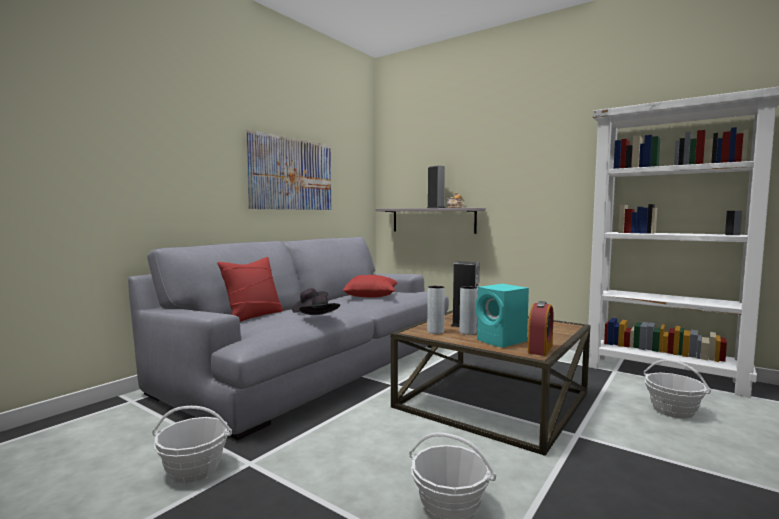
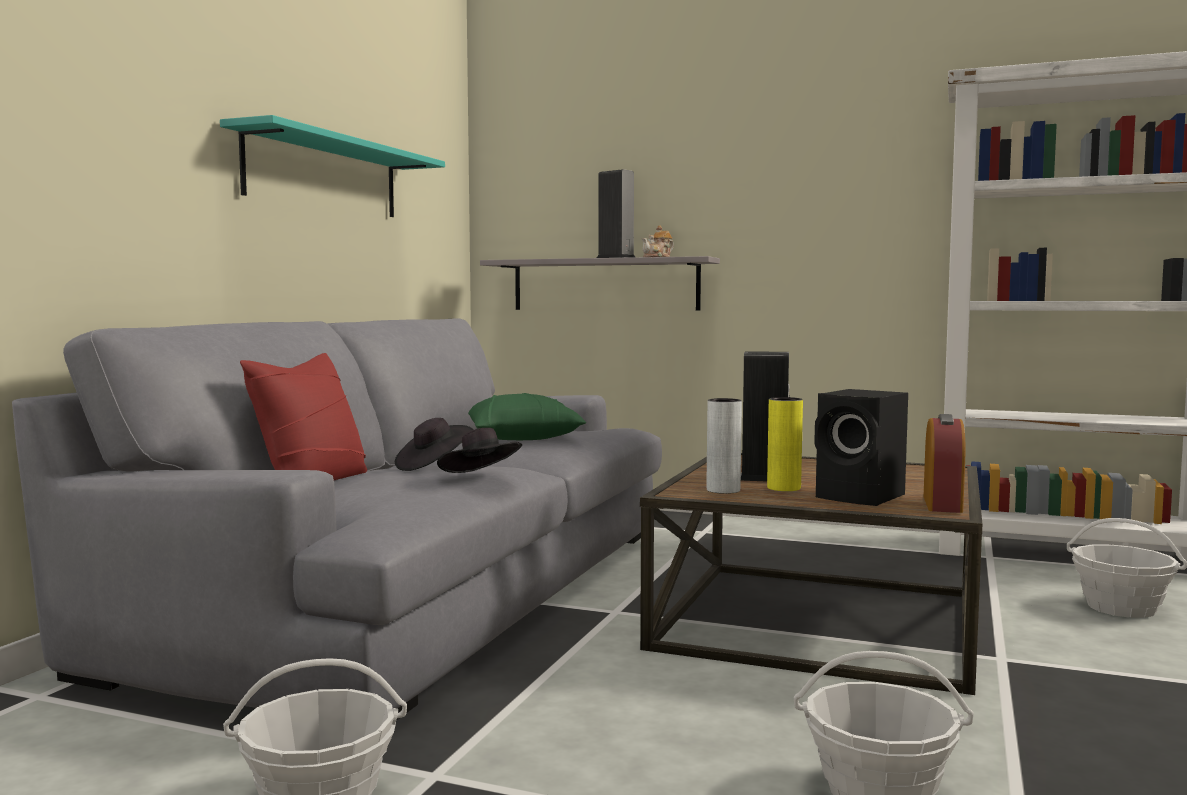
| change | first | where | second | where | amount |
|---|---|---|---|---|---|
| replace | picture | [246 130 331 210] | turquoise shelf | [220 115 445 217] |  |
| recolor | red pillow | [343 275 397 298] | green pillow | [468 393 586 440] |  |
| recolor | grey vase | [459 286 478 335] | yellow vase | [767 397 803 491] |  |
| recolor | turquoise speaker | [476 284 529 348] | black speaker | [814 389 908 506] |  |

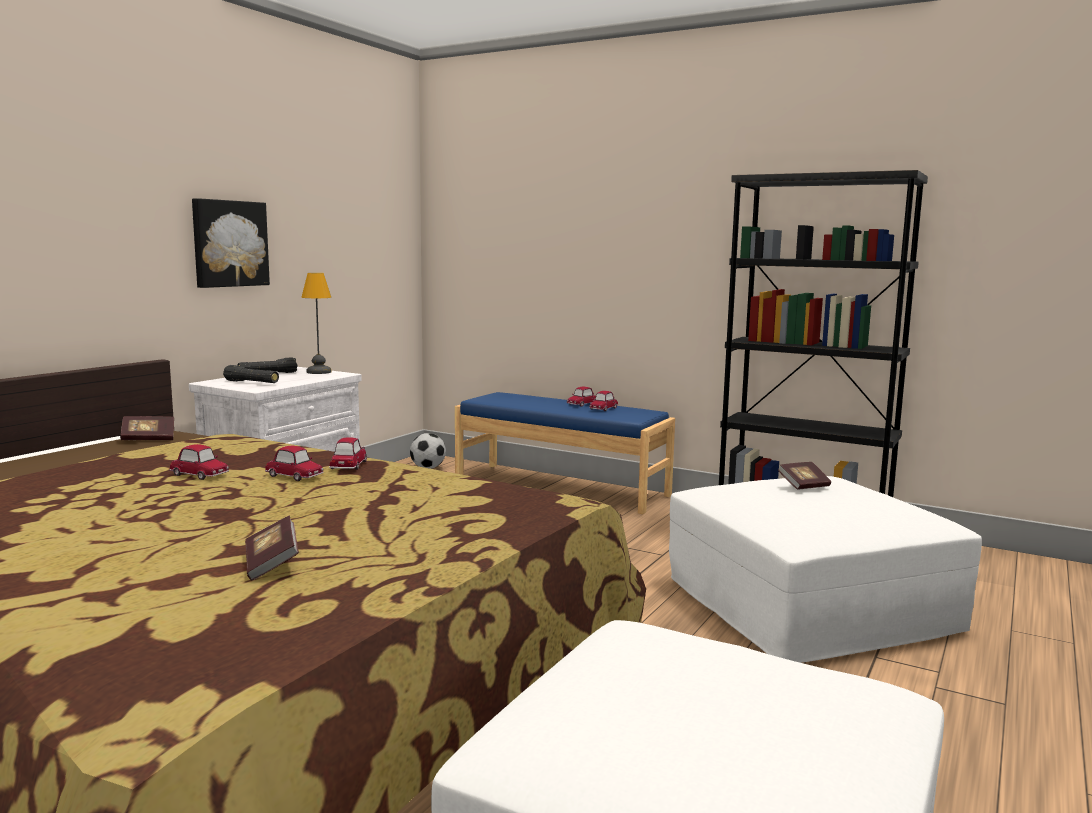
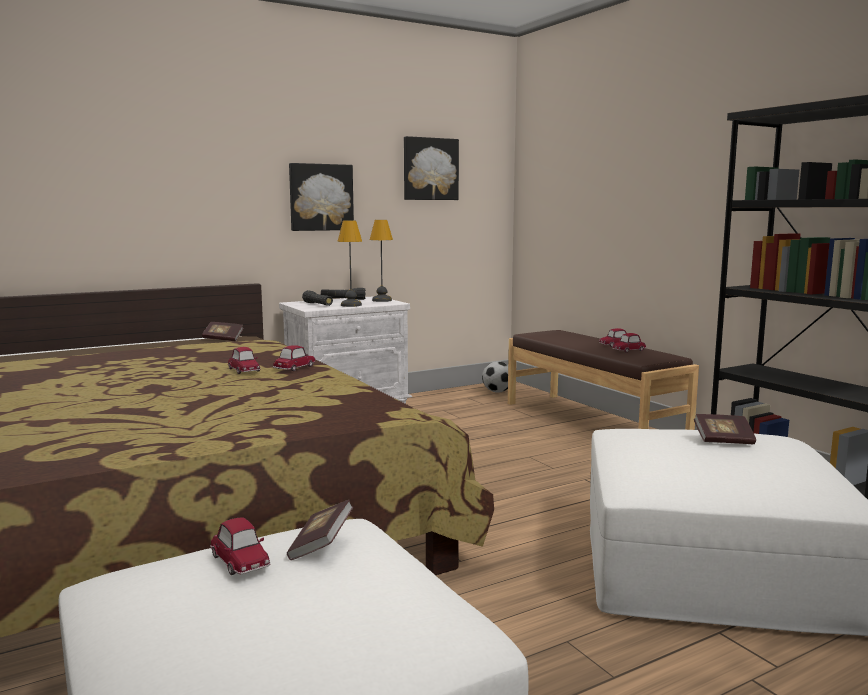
| change | first | where | second | where | amount |
|---|---|---|---|---|---|
| move | toy car | [169 444 229 480] |  | [210 517 270 575] |  |
| move | book | [245 515 299 580] |  | [287 500 353 560] |  |
| insert |  |  | table lamp | [337 220 362 307] |  |
| insert |  |  | picture | [404 136 459 200] |  |
| recolor | blue bench | [455 392 675 514] | brown bench | [508 330 699 430] |  |

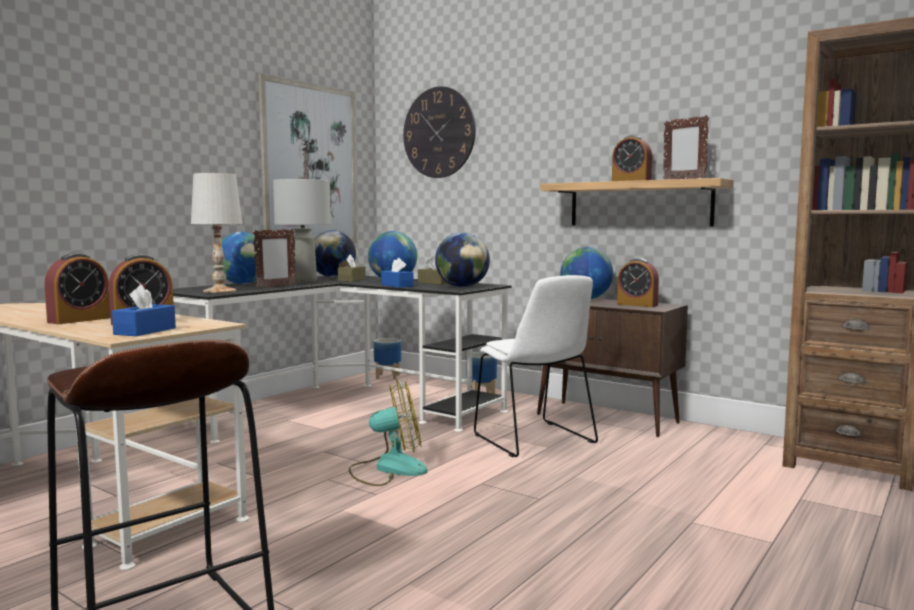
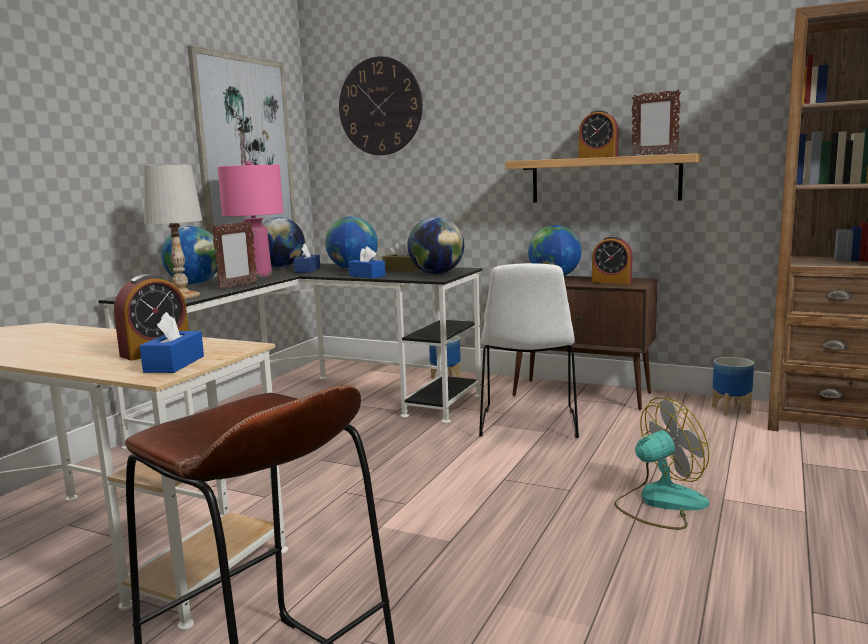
| change | first | where | second | where | amount |
|---|---|---|---|---|---|
| recolor | grey table lamp | [273 176 330 283] | pink table lamp | [217 161 283 278] |  |
| recolor | brown tissue box | [338 254 366 282] | blue tissue box | [294 243 320 273] |  |
| rotate | white chair | [474 275 598 457] |  | [479 263 579 438] | 45 degrees clockwise |
| move | fan | [349 379 427 486] |  | [614 397 709 530] |  |
| move | planter | [374 338 401 379] |  | [712 357 754 415] |  |
| delete | alarm clock | [44 253 111 324] |  |  |  |

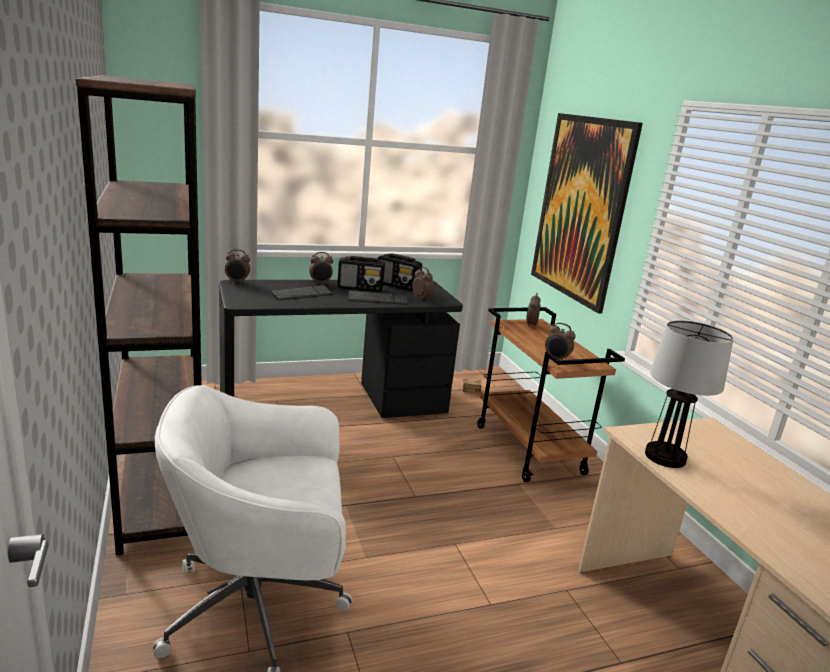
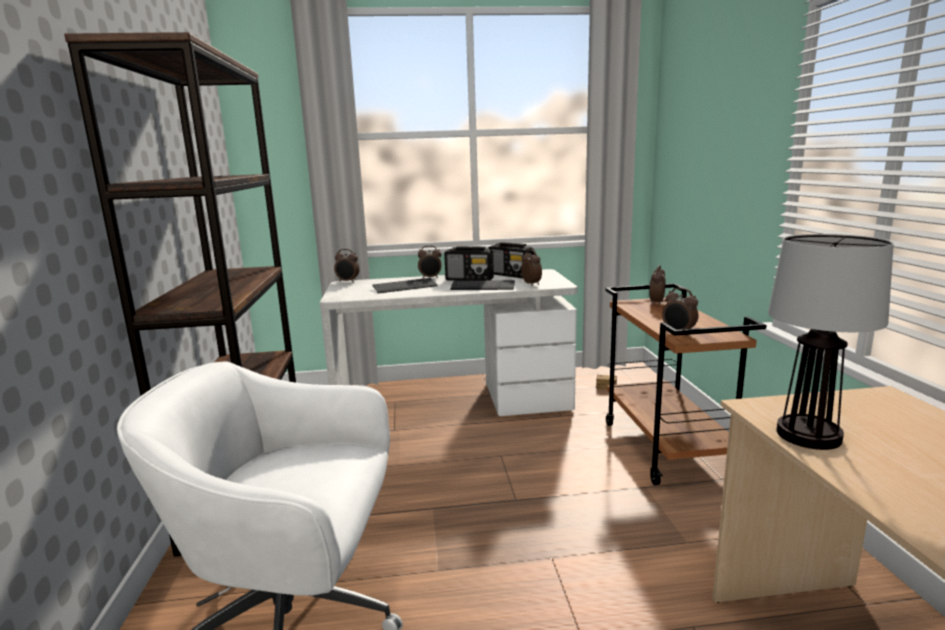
| change | first | where | second | where | amount |
|---|---|---|---|---|---|
| recolor | black desk | [219 280 463 418] | white desk | [320 269 577 416] |  |
| delete | picture | [531 113 643 314] |  |  |  |

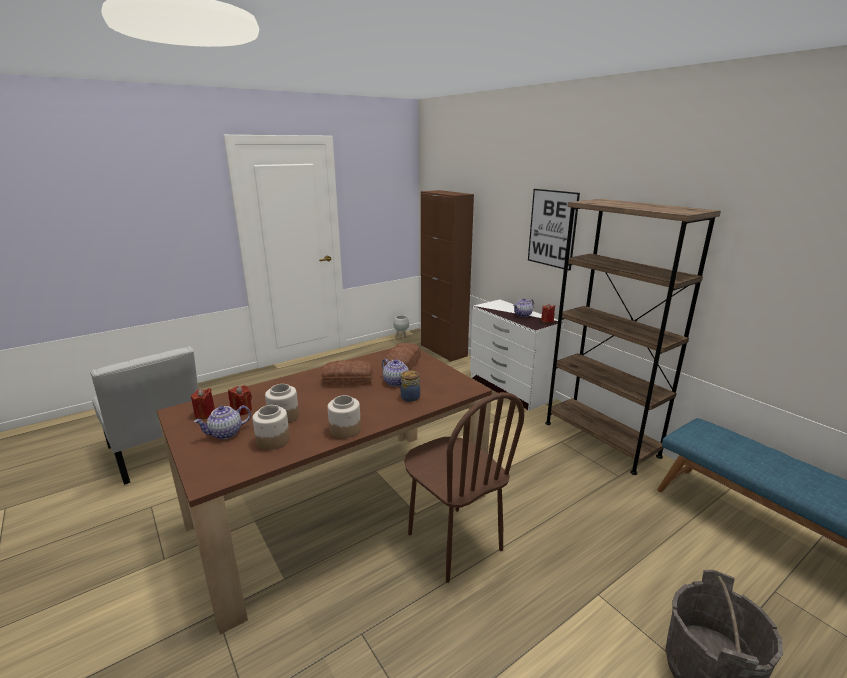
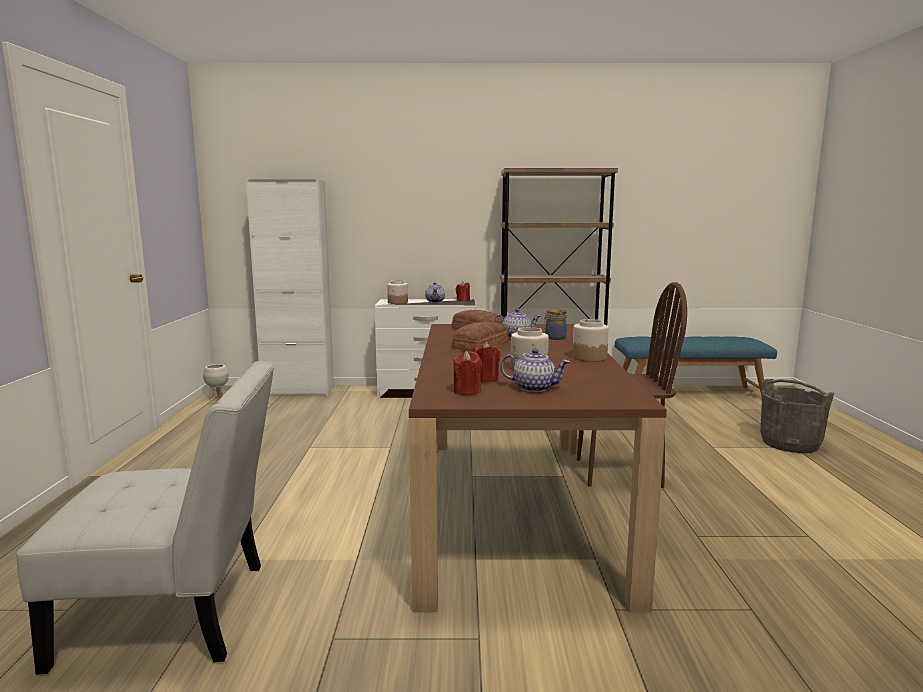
| change | first | where | second | where | amount |
|---|---|---|---|---|---|
| recolor | brown cabinet | [421 190 474 362] | white cabinet | [246 179 334 396] |  |
| move | jar | [252 405 290 450] |  | [387 280 408 304] |  |
| rotate | teapot | [194 405 251 439] |  | [500 348 570 392] | 75 degrees counterclockwise |
| delete | picture | [528 189 580 271] |  |  |  |

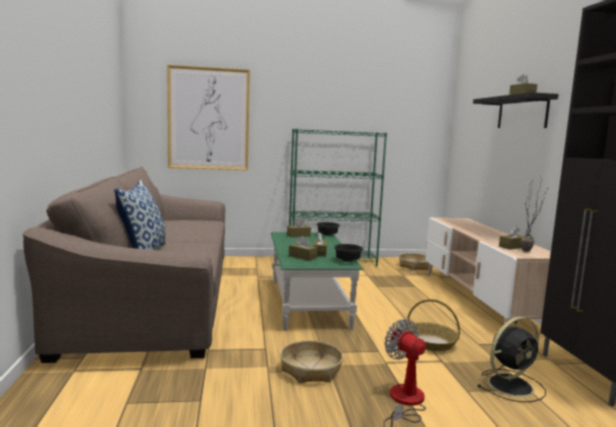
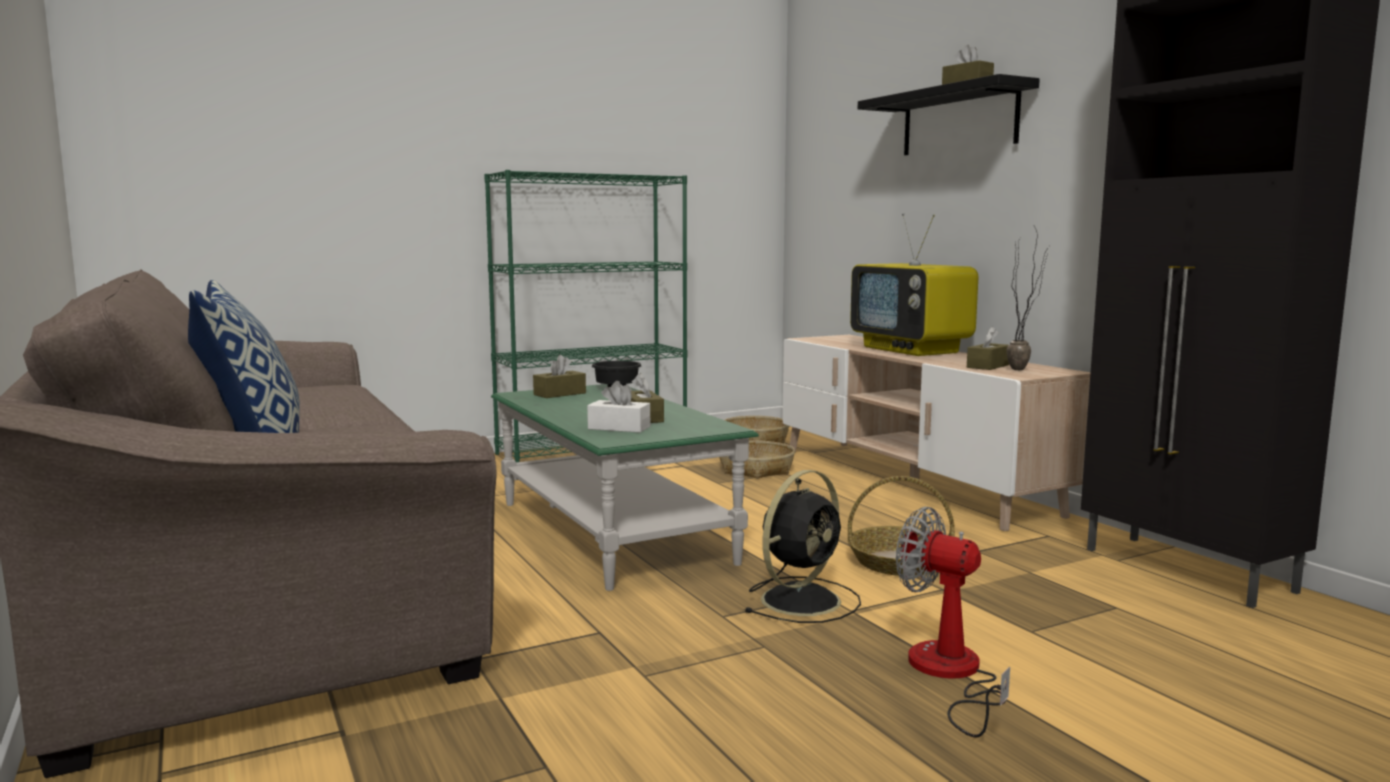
| change | first | where | second | where | amount |
|---|---|---|---|---|---|
| recolor | brown tissue box | [289 236 318 261] | white tissue box | [587 381 650 433] |  |
| move | basket | [280 341 343 383] |  | [720 440 795 479] |  |
| move | black fan | [477 317 546 402] |  | [744 470 861 623] |  |
| insert |  |  | television | [850 213 978 356] |  |
| delete | picture | [167 65 250 170] |  |  |  |
| delete | black bowl | [334 244 363 262] |  |  |  |

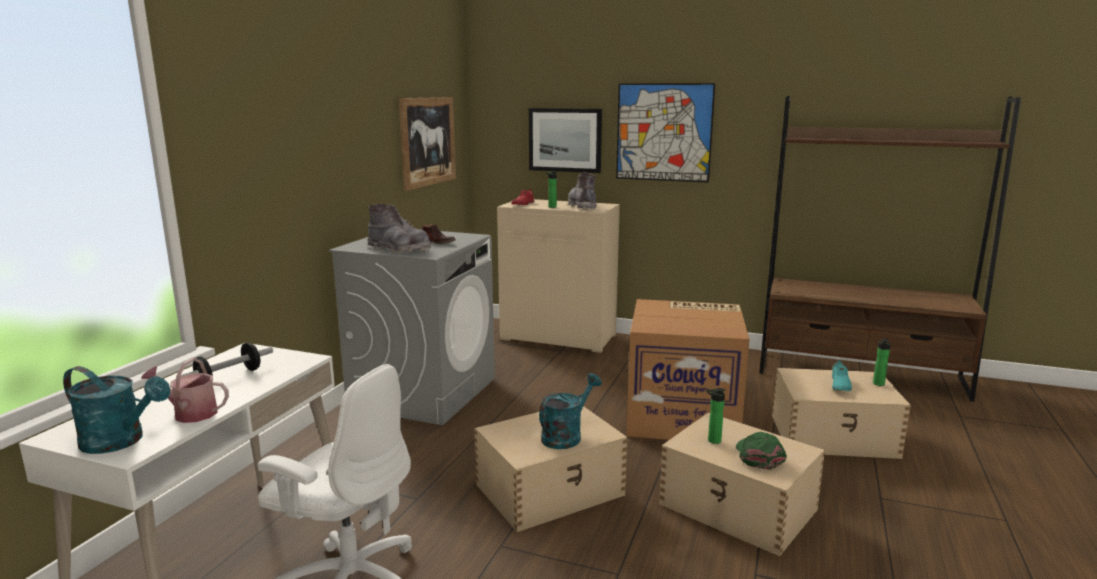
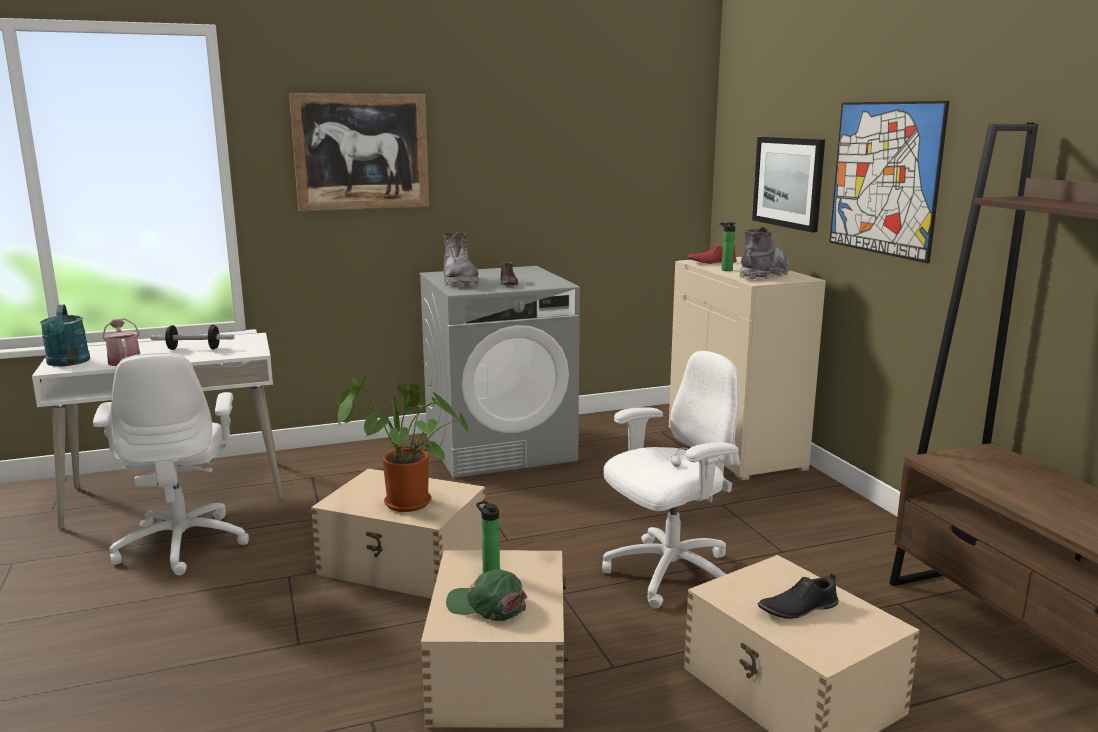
| change | first | where | second | where | amount |
|---|---|---|---|---|---|
| move | picture | [399 97 456 191] |  | [289 93 429 211] |  |
| replace | turquoise watering can | [539 373 602 449] | potted plant | [337 376 470 512] |  |
| rotate | green cap | [736 432 787 470] |  | [446 569 527 621] | 120 degrees counterclockwise |
| replace | cardboard box | [627 299 749 440] | white office chair | [602 351 740 609] |  |
| recolor | turquoise shoe | [832 360 852 391] | black shoe | [758 573 839 619] |  |
| delete | bottle | [873 338 891 386] |  |  |  |

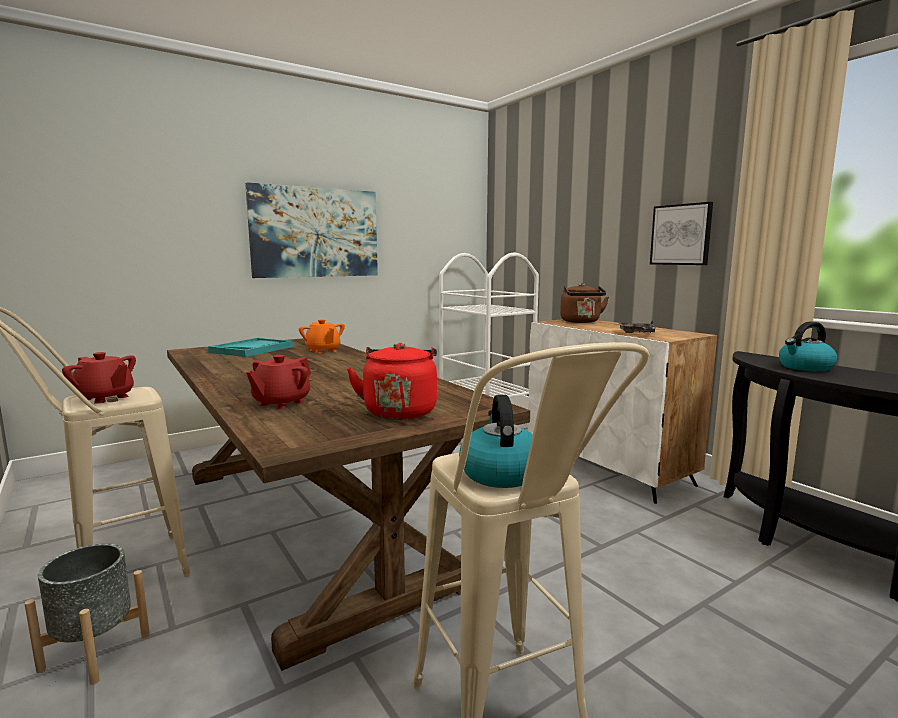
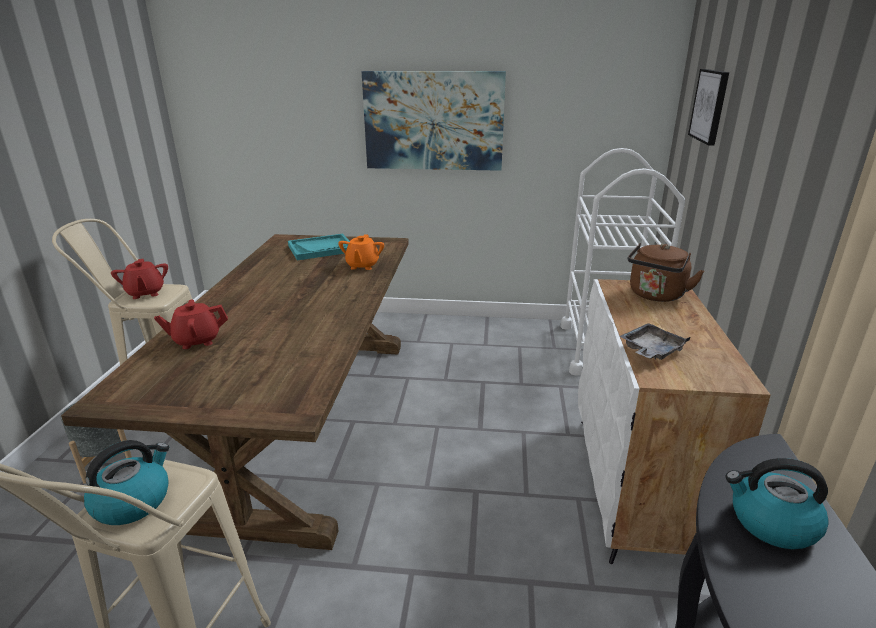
| change | first | where | second | where | amount |
|---|---|---|---|---|---|
| move | picture | [650 202 713 265] |  | [688 69 729 146] |  |
| delete | red kettle | [347 343 437 420] |  |  |  |

